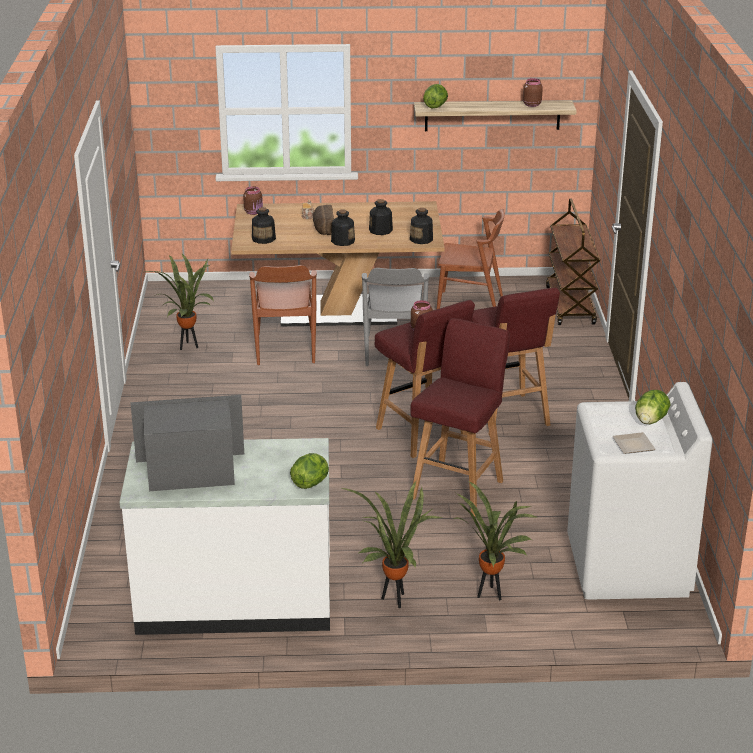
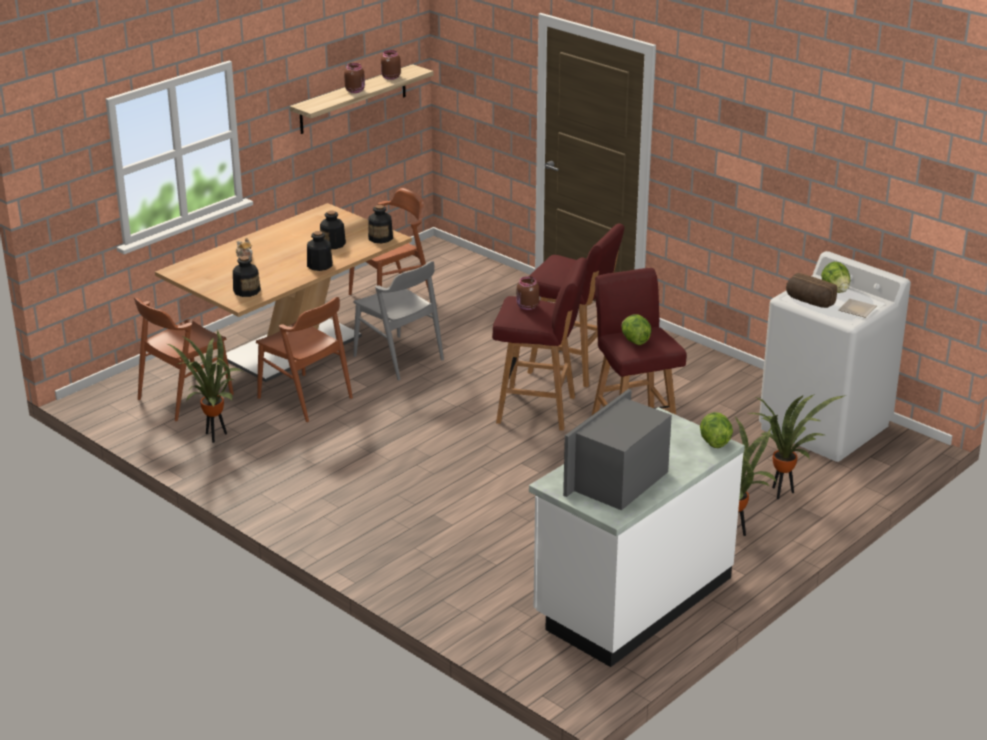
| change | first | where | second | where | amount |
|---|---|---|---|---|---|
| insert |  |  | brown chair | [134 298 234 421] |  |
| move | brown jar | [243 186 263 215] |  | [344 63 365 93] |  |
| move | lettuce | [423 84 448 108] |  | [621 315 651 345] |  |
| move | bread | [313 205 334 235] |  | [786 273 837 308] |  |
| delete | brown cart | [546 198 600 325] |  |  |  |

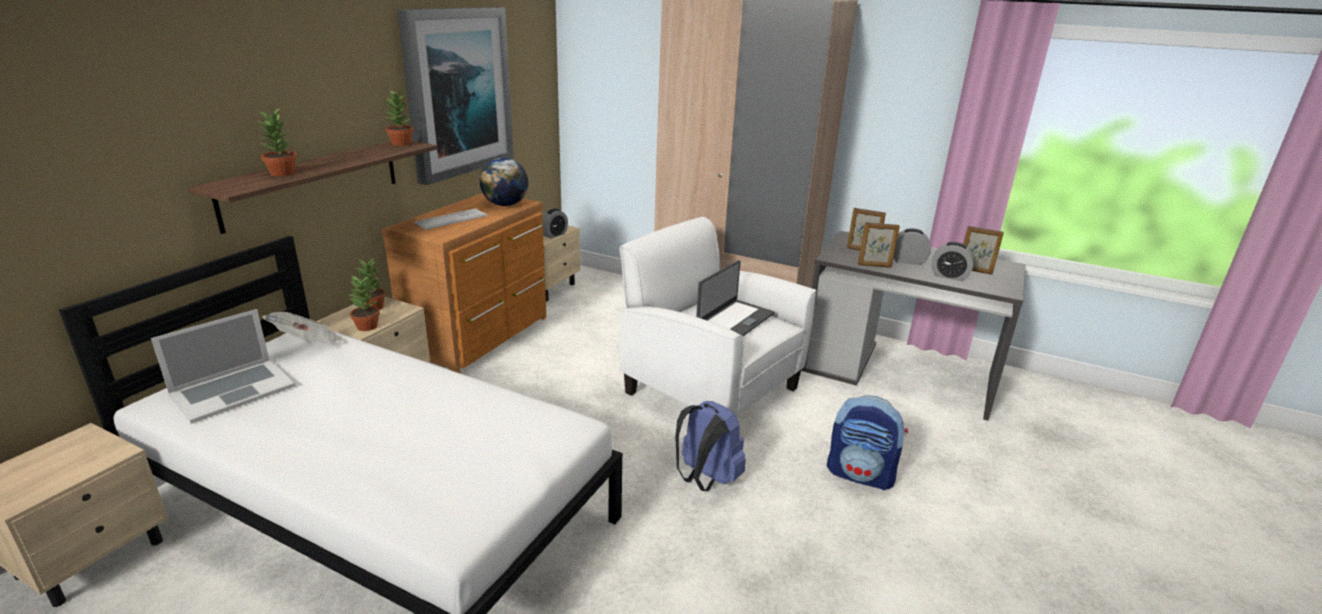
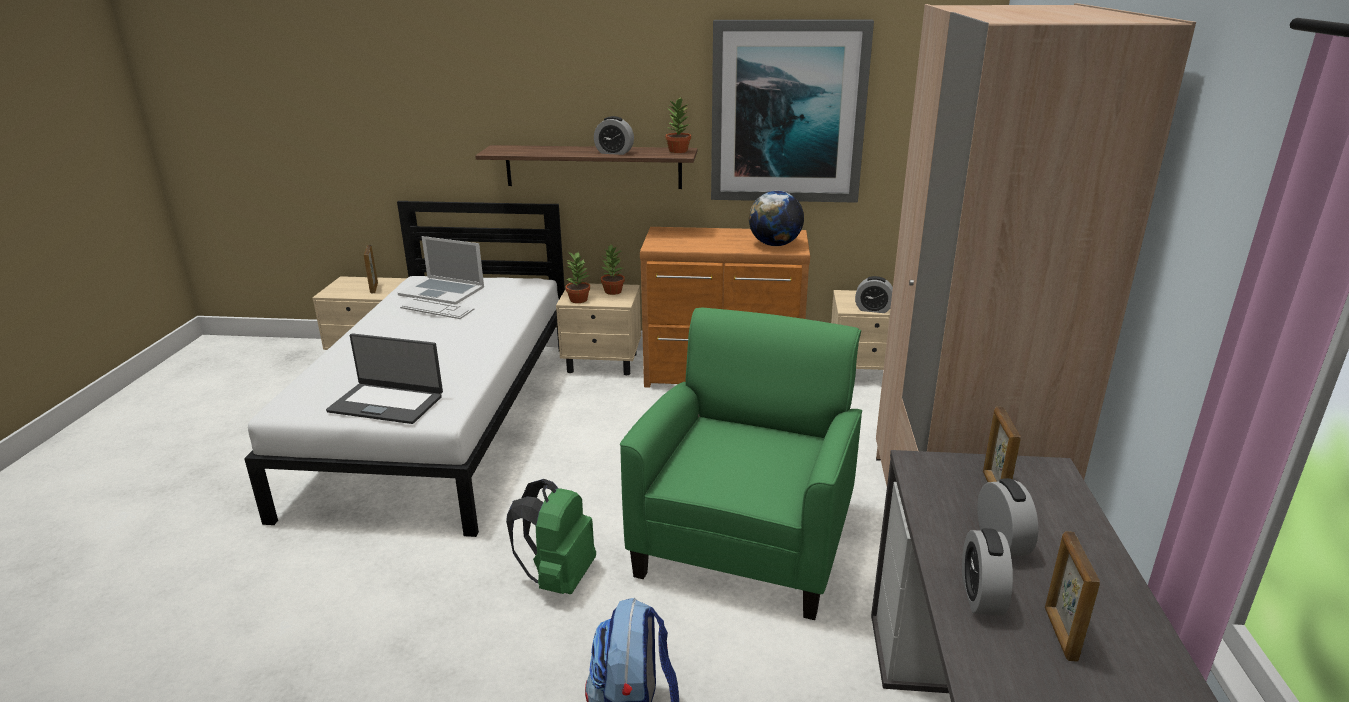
| change | first | where | second | where | amount |
|---|---|---|---|---|---|
| move | laptop | [696 260 774 336] |  | [326 333 443 424] |  |
| move | picture frame | [858 222 900 268] |  | [364 245 378 294] |  |
| move | keyboard | [414 208 487 230] |  | [400 298 475 319] |  |
| recolor | blue backpack | [675 401 746 491] | green backpack | [506 479 596 594] |  |
| insert |  |  | alarm clock | [594 116 634 155] |  |
| recolor | white armchair | [620 217 816 416] | green armchair | [620 308 862 620] |  |
| delete | potted plant | [258 108 297 176] |  |  |  |
| delete | newspaper | [262 312 345 343] |  |  |  |

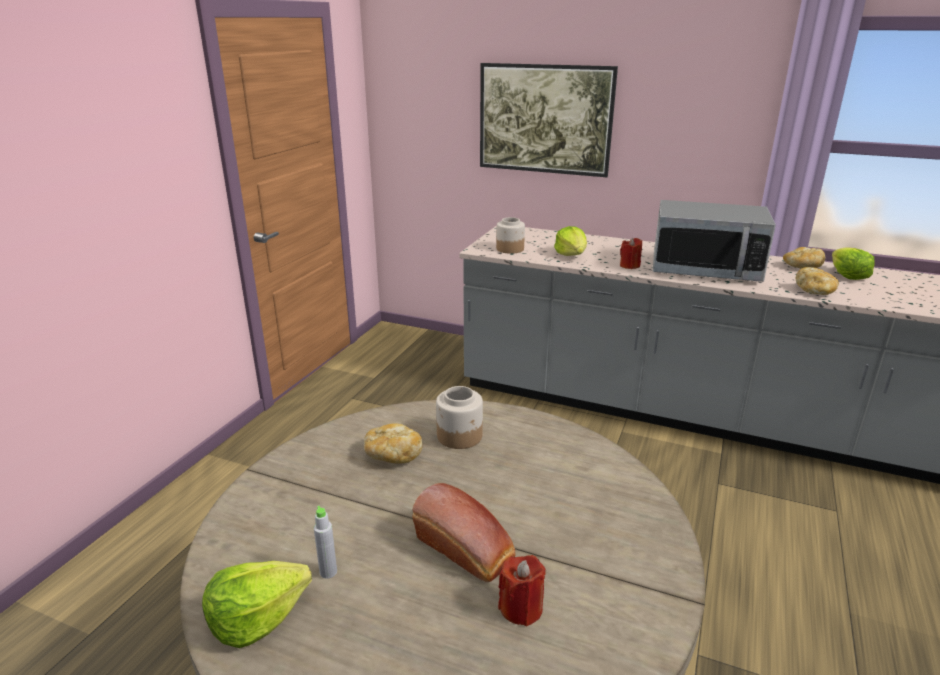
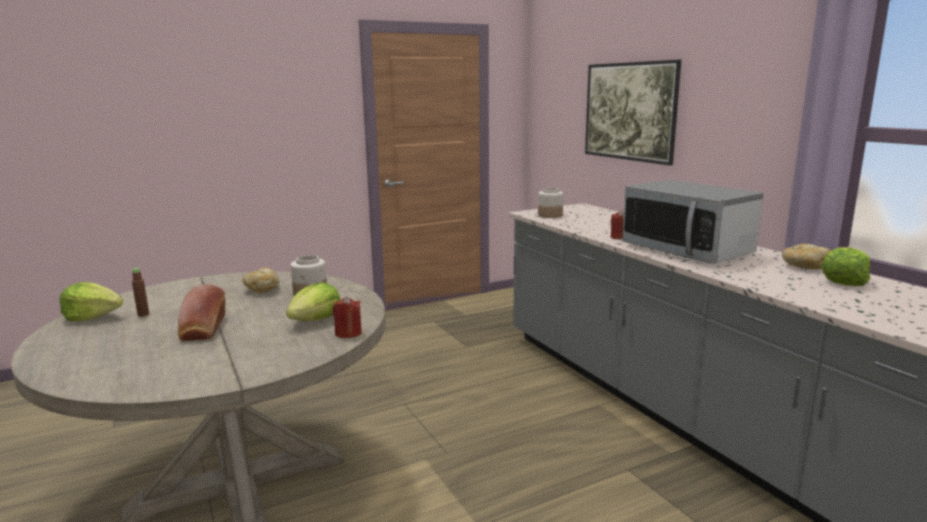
| change | first | where | second | where | amount |
|---|---|---|---|---|---|
| recolor | grey bottle | [314 506 337 579] | brown bottle | [132 268 149 317] |  |
| move | lettuce | [554 226 587 256] |  | [286 282 340 321] |  |
| move | red candle | [498 555 546 626] |  | [333 296 362 338] |  |
| delete | bread | [796 267 839 295] |  |  |  |

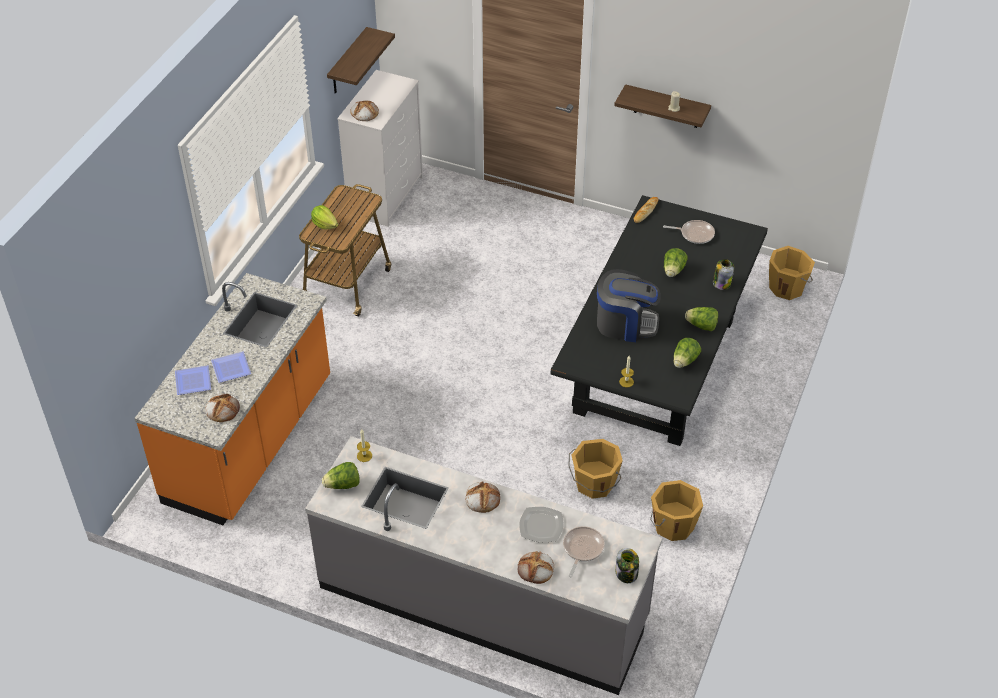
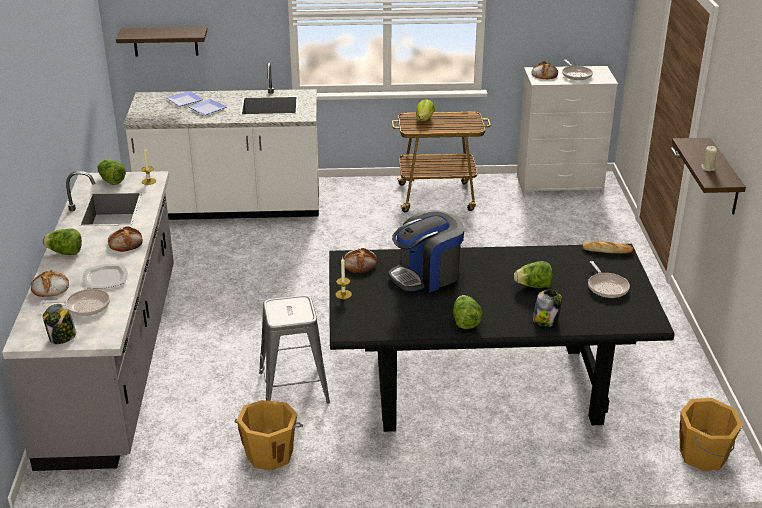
| change | first | where | second | where | amount |
|---|---|---|---|---|---|
| move | lettuce | [673 338 701 368] |  | [43 229 82 255] |  |
| move | shelf | [327 27 395 94] |  | [116 27 207 57] |  |
| recolor | orange counter | [134 273 330 525] | white counter | [123 63 319 220] |  |
| replace | orange bucket | [568 439 623 499] | grey stool | [259 295 330 403] |  |
| move | bread | [205 394 240 422] |  | [344 248 377 273] |  |
| rotate | coffee machine | [597 269 661 342] |  | [388 210 464 293] | 75 degrees clockwise |
| insert |  |  | frying pan | [562 59 593 80] |  |

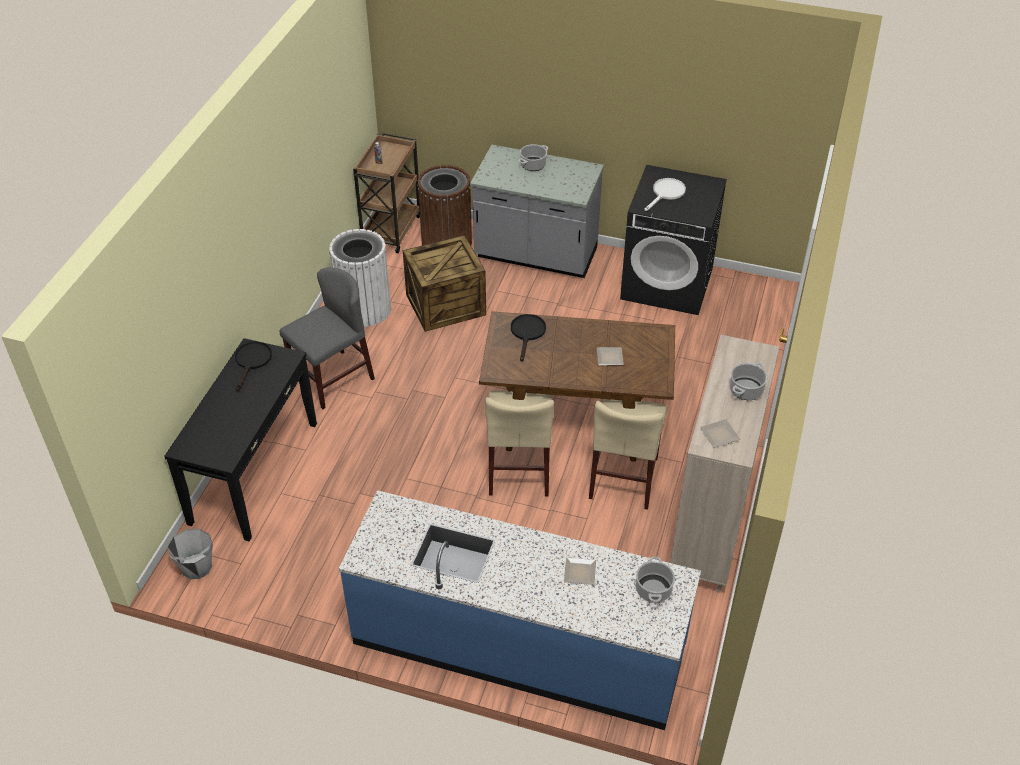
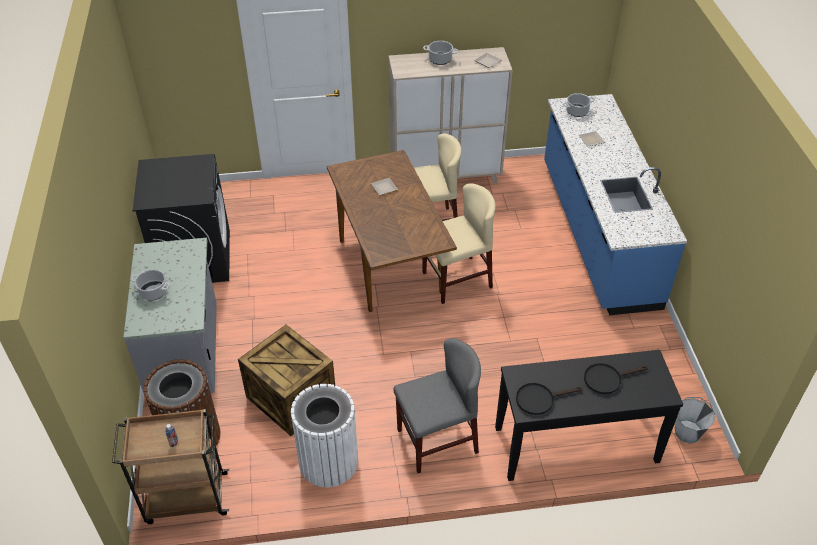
| change | first | where | second | where | amount |
|---|---|---|---|---|---|
| rotate | grey chair | [279 268 375 409] |  | [393 338 481 473] | 135 degrees clockwise |
| move | black frying pan | [511 314 546 362] |  | [584 363 648 394] |  |
| delete | white frying pan | [645 178 686 211] |  |  |  |

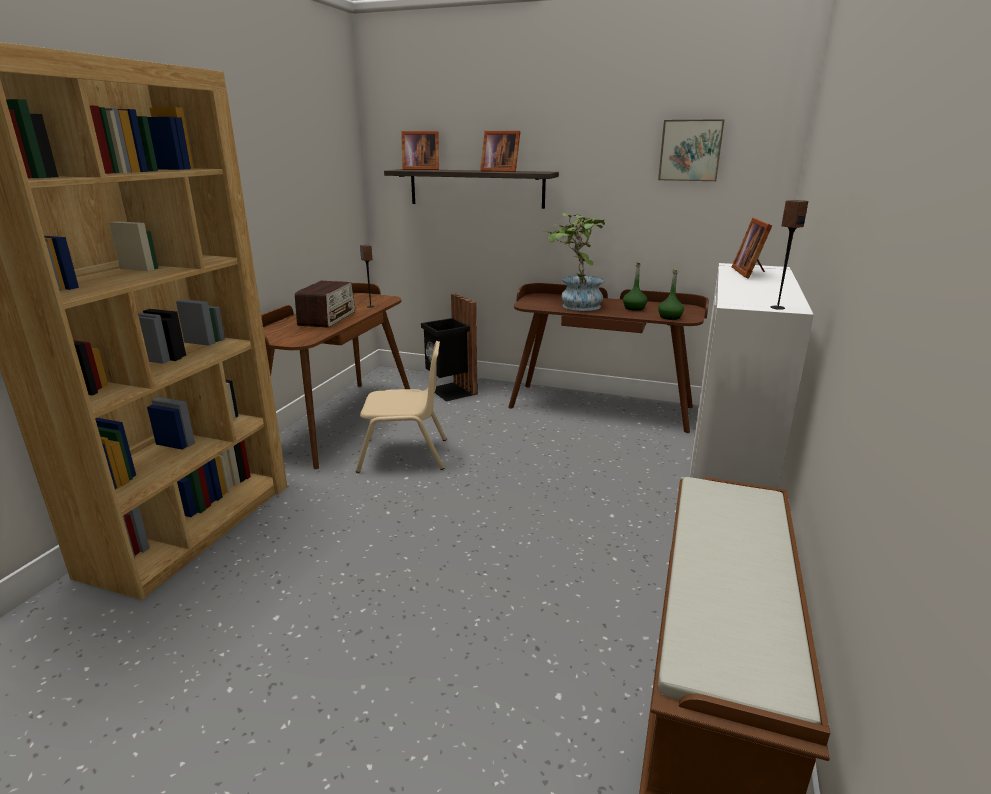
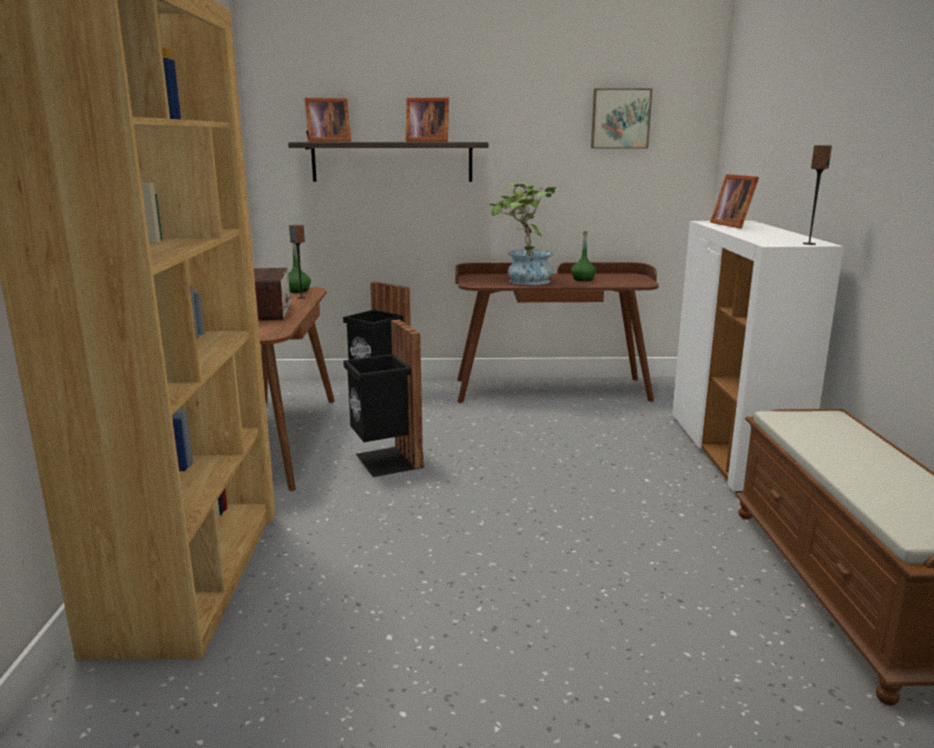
| change | first | where | second | where | amount |
|---|---|---|---|---|---|
| move | green bottle | [658 269 684 320] |  | [288 243 311 293] |  |
| replace | beige chair | [356 341 447 473] | black trash can | [343 319 423 477] |  |

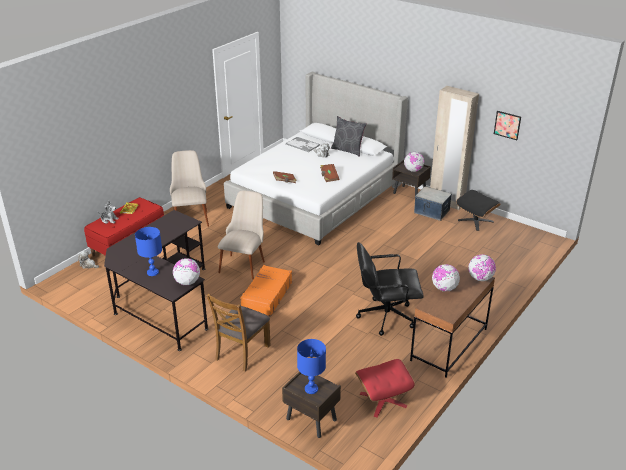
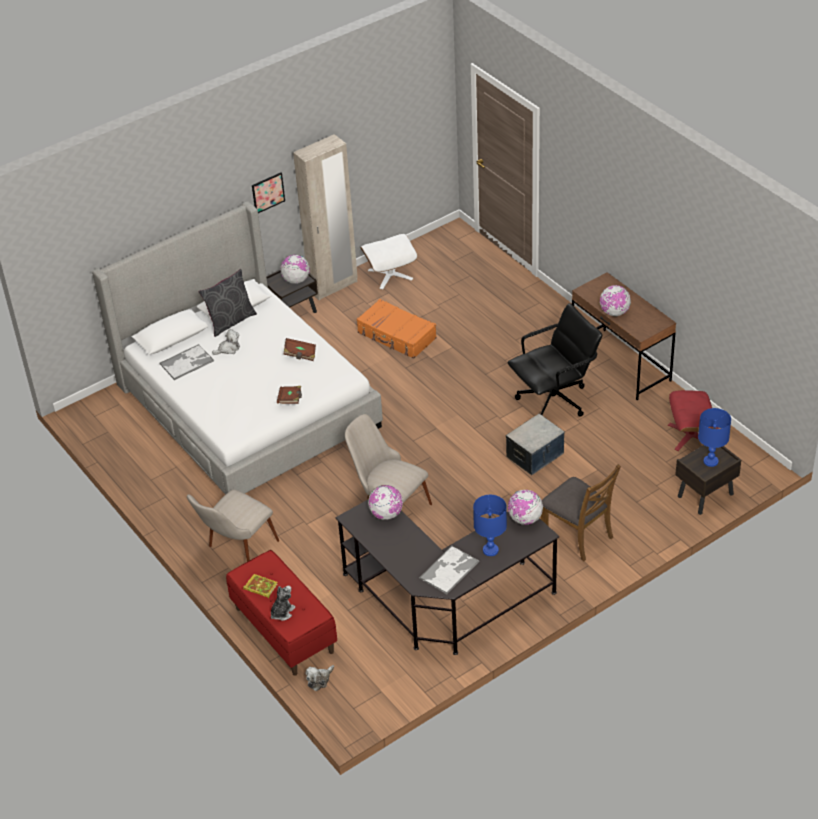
| change | first | where | second | where | amount |
|---|---|---|---|---|---|
| rotate | beige chair | [170 150 209 227] |  | [187 490 279 562] | 60 degrees counterclockwise |
| move | picture | [494 111 521 140] |  | [252 173 285 213] |  |
| move | orange suitcase | [240 265 292 317] |  | [357 299 437 359] |  |
| recolor | black ottoman | [456 190 501 231] | white ottoman | [360 234 418 289] |  |
| move | globe | [468 254 496 281] |  | [368 485 403 520] |  |
| insert |  |  | tray | [419 545 479 595] |  |
| move | storage box | [414 186 452 221] |  | [506 414 565 475] |  |
| rotate | black office chair | [356 242 424 336] |  | [507 303 602 417] | 135 degrees counterclockwise |

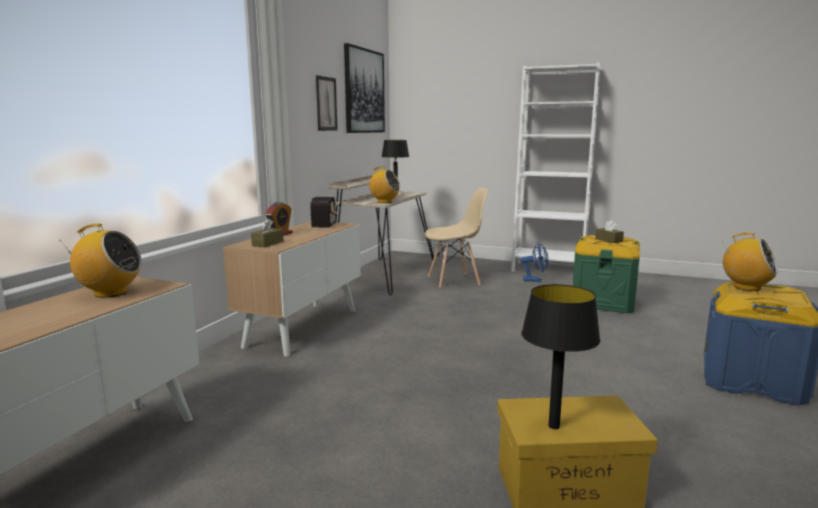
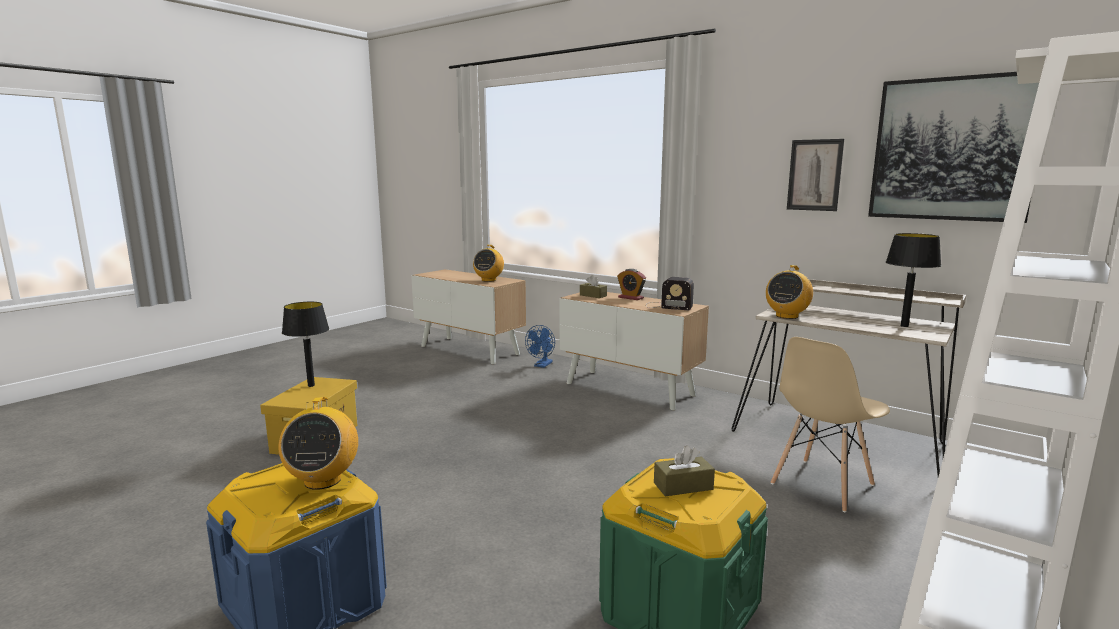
| change | first | where | second | where | amount |
|---|---|---|---|---|---|
| rotate | radio | [722 232 778 291] |  | [278 397 358 490] | 60 degrees counterclockwise |
| move | blue fan | [520 243 548 282] |  | [525 325 555 368] |  |
| rotate | beige chair | [425 188 488 287] |  | [771 337 890 512] | 45 degrees clockwise |

